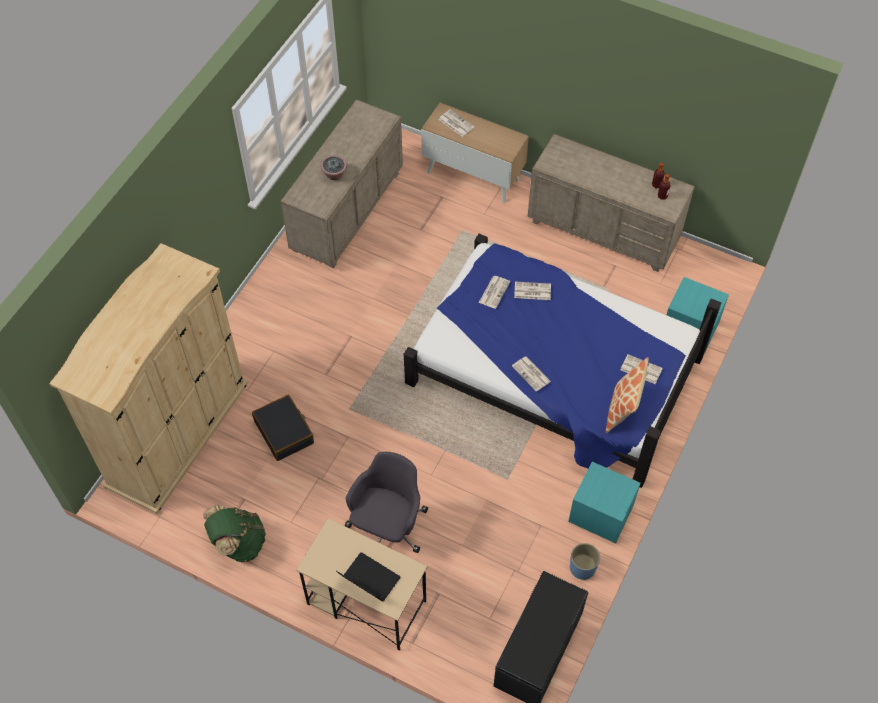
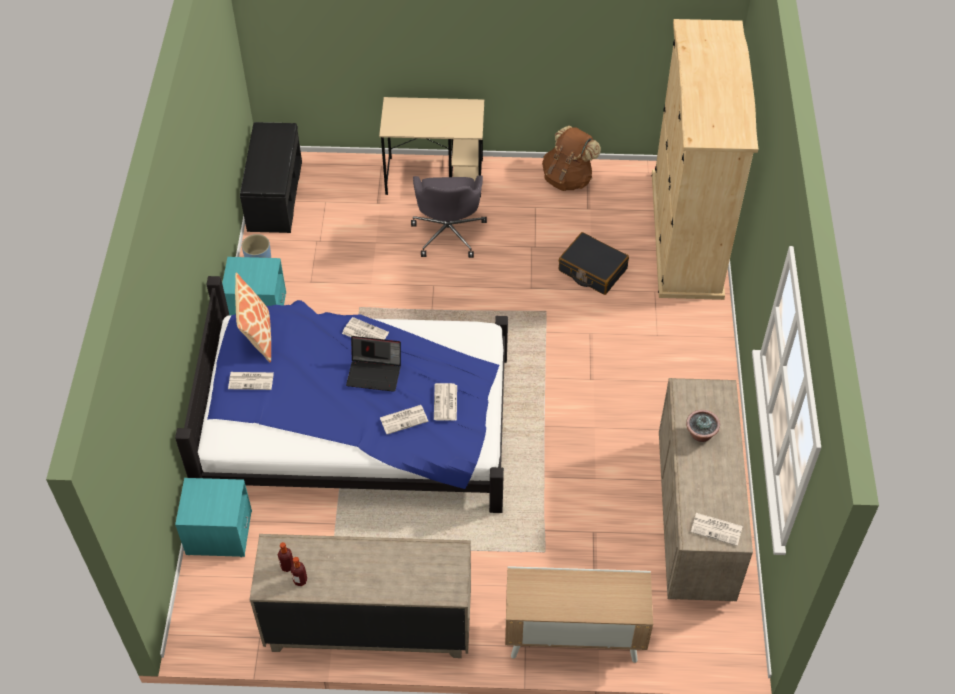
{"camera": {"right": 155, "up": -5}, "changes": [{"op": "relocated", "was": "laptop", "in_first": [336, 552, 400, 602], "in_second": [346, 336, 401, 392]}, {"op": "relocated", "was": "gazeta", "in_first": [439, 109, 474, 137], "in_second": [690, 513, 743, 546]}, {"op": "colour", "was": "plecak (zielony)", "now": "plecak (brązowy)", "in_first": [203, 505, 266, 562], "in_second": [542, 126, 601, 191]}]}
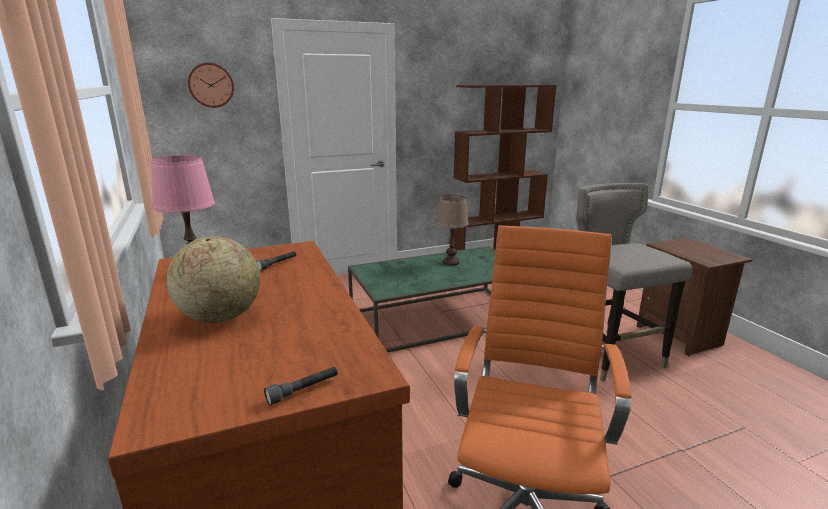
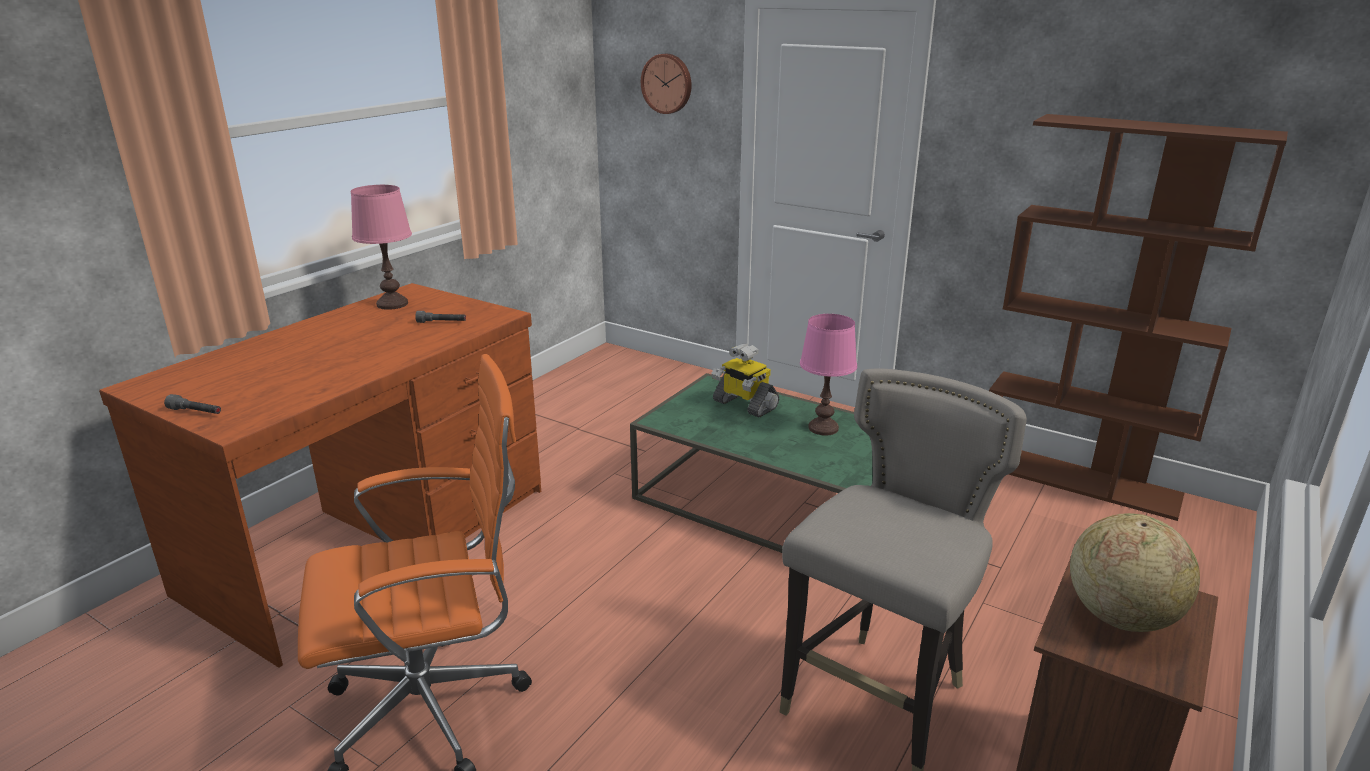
{"camera": {"right": 55, "up": 5}, "changes": [{"op": "appeared", "now": "robot zabawkowy", "in_second": [712, 343, 779, 417]}, {"op": "relocated", "was": "globus", "in_first": [167, 236, 260, 323], "in_second": [1070, 513, 1200, 632]}, {"op": "colour", "was": "lampa stołowa (brązowy)", "now": "lampa stołowa (różowy)", "in_first": [436, 195, 469, 266], "in_second": [800, 314, 857, 435]}]}
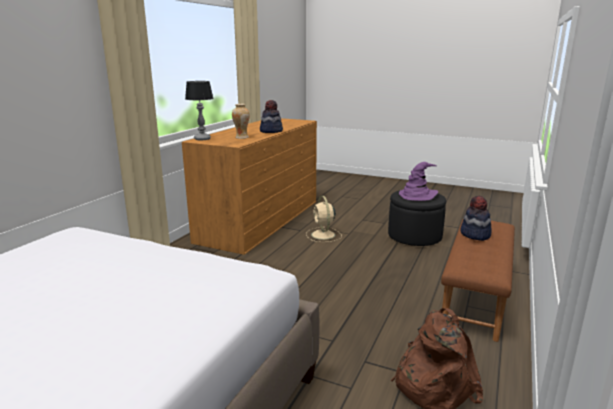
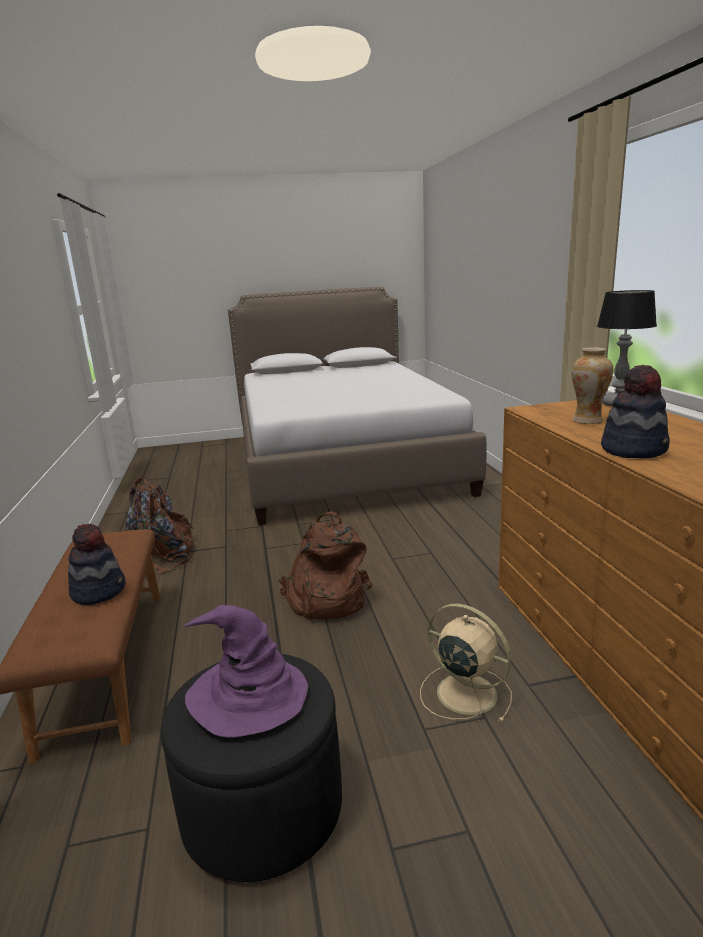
{"camera": {"right": 145, "up": 0}, "changes": [{"op": "appeared", "now": "plecak (brązowy)", "in_second": [278, 511, 372, 619]}]}
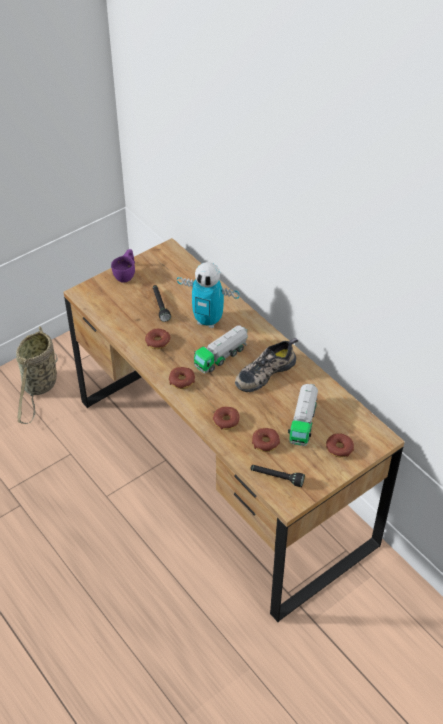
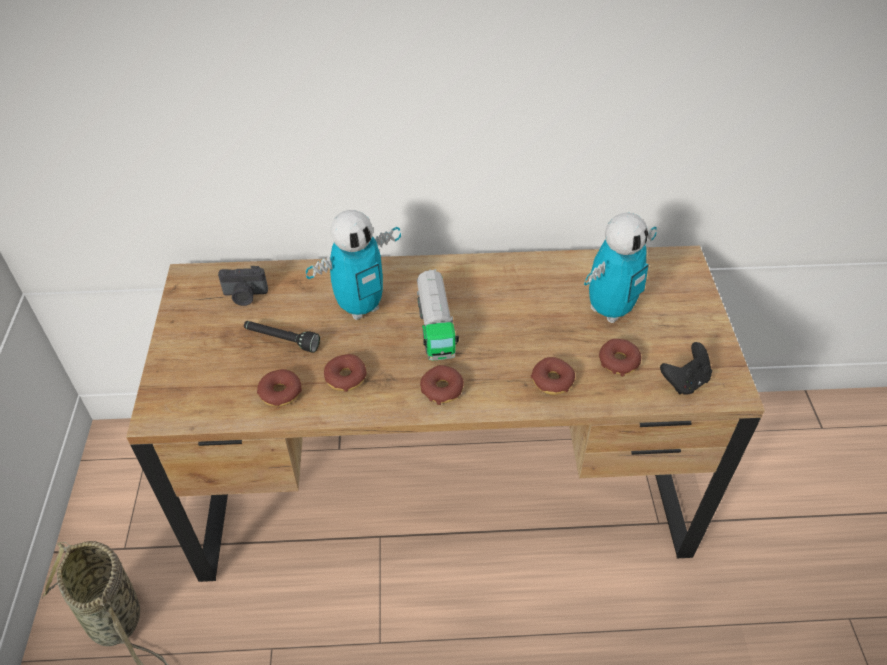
{"camera": {"right": -55, "up": 0}, "changes": [{"op": "missing", "was": "filiżanka (fioletowy)", "in_first": [111, 249, 135, 283]}, {"op": "missing", "was": "but", "in_first": [235, 338, 298, 392]}, {"op": "appeared", "now": "aparat fotograficzny", "in_second": [218, 266, 268, 306]}, {"op": "relocated", "was": "donut", "in_first": [326, 433, 354, 457], "in_second": [257, 369, 302, 407]}, {"op": "exchanged", "was": "latarka (czarny)", "now": "pad do gier (czarny)", "in_first": [251, 465, 305, 487], "in_second": [660, 342, 712, 394]}, {"op": "exchanged", "was": "ciężarówka zabawkowa", "now": "robot zabawkowy", "in_first": [288, 384, 318, 446], "in_second": [584, 213, 657, 323]}]}
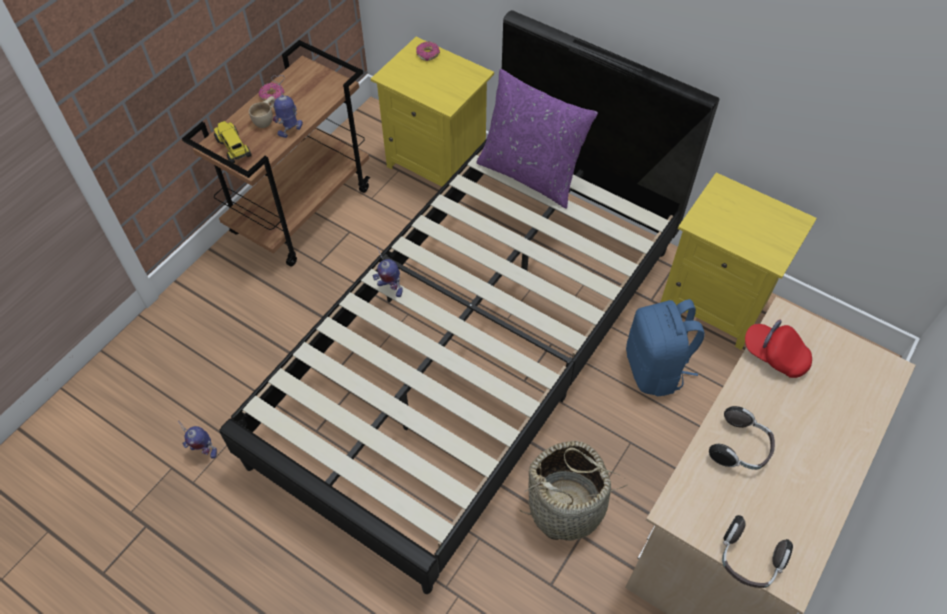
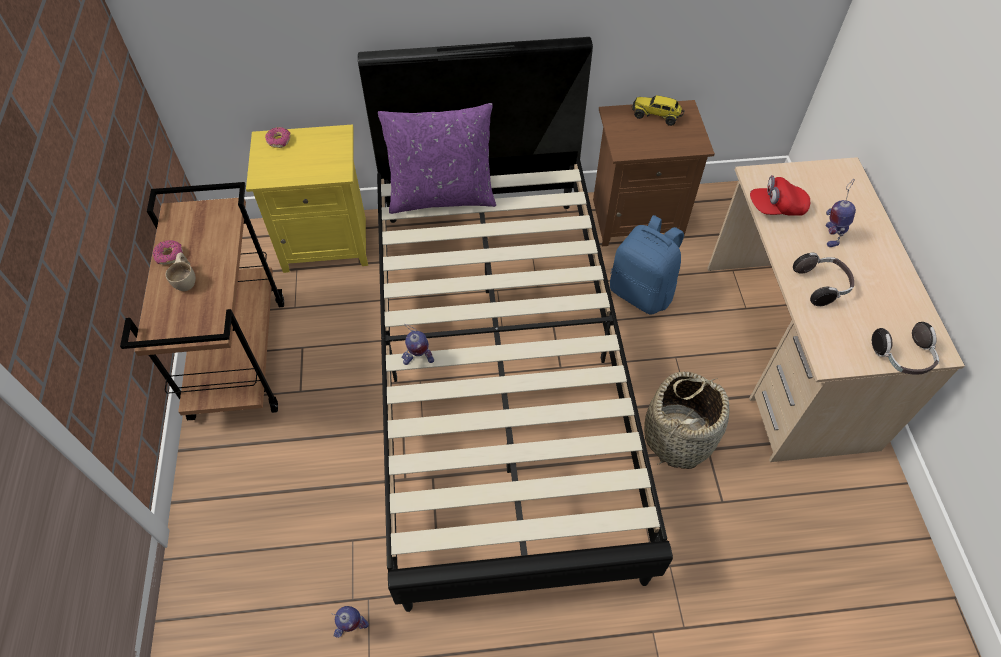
{"camera": {"right": -40, "up": 0}, "changes": [{"op": "relocated", "was": "ciężarówka zabawkowa", "in_first": [214, 121, 252, 163], "in_second": [632, 95, 685, 126]}, {"op": "relocated", "was": "robot zabawkowy", "in_first": [271, 75, 303, 138], "in_second": [825, 180, 856, 247]}, {"op": "colour", "was": "szafka nocna (żółty)", "now": "szafka nocna (brązowy)", "in_first": [660, 173, 817, 350], "in_second": [593, 100, 715, 246]}]}
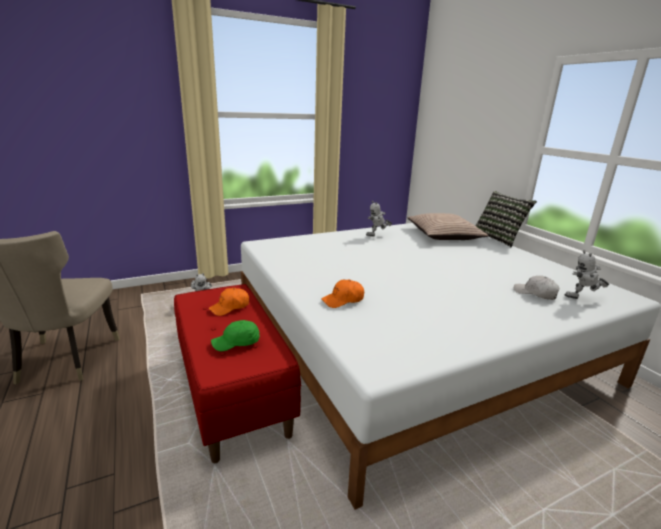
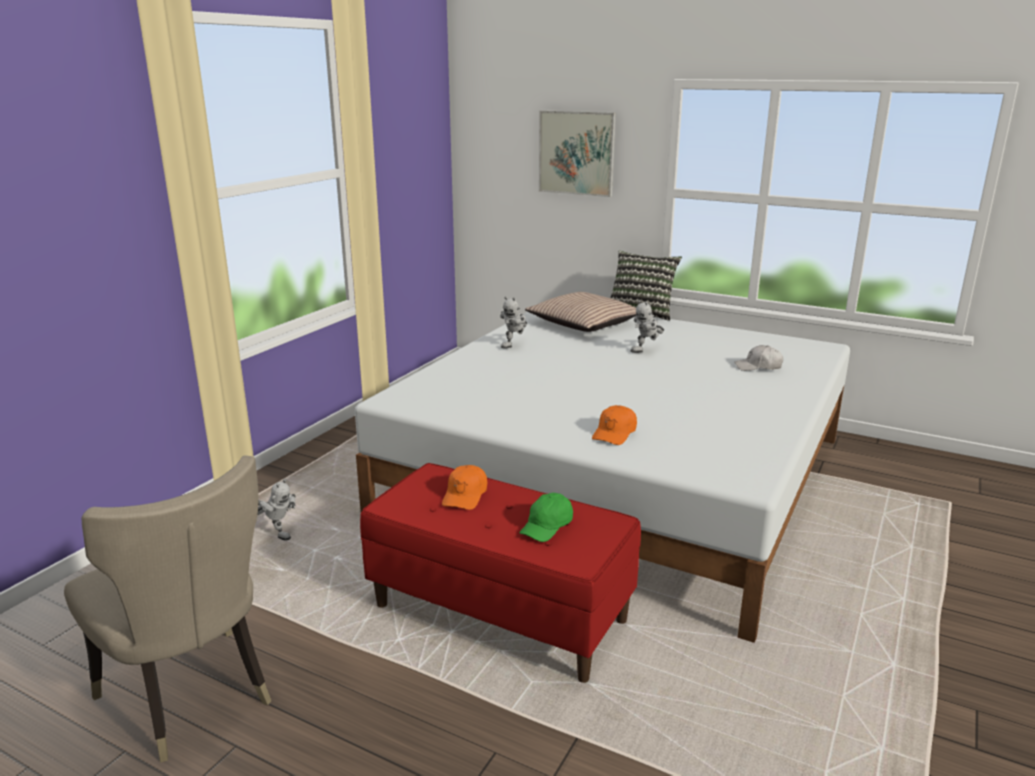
{"camera": {"right": -35, "up": 0}, "changes": [{"op": "appeared", "now": "obraz", "in_second": [539, 110, 616, 197]}, {"op": "relocated", "was": "robot zabawkowy", "in_first": [565, 250, 609, 299], "in_second": [631, 300, 664, 353]}]}
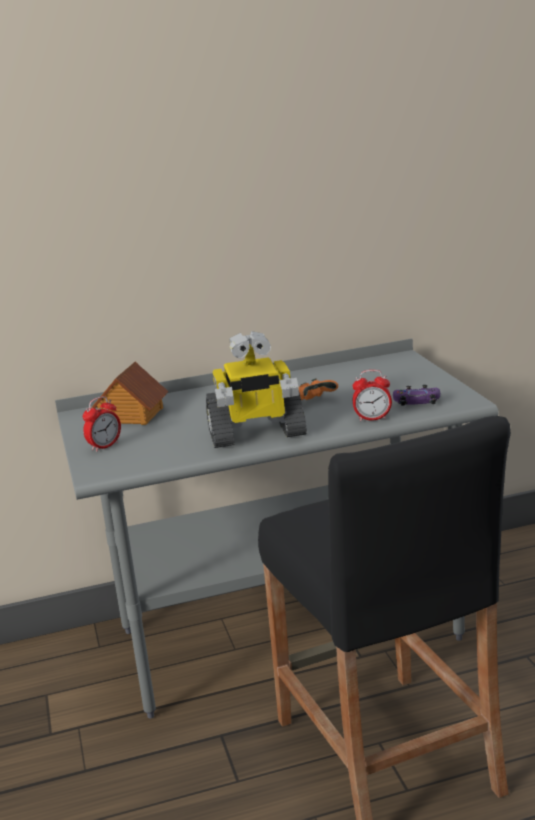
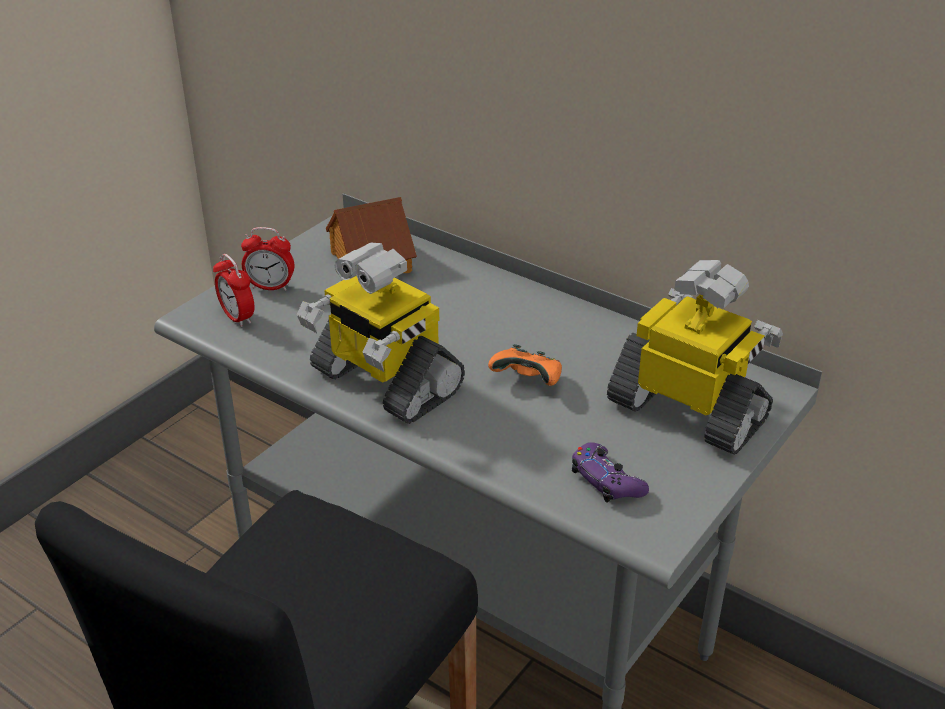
{"camera": {"right": 50, "up": 15}, "changes": [{"op": "appeared", "now": "robot zabawkowy", "in_second": [607, 260, 783, 455]}, {"op": "relocated", "was": "budzik", "in_first": [352, 370, 392, 422], "in_second": [213, 254, 255, 327]}]}
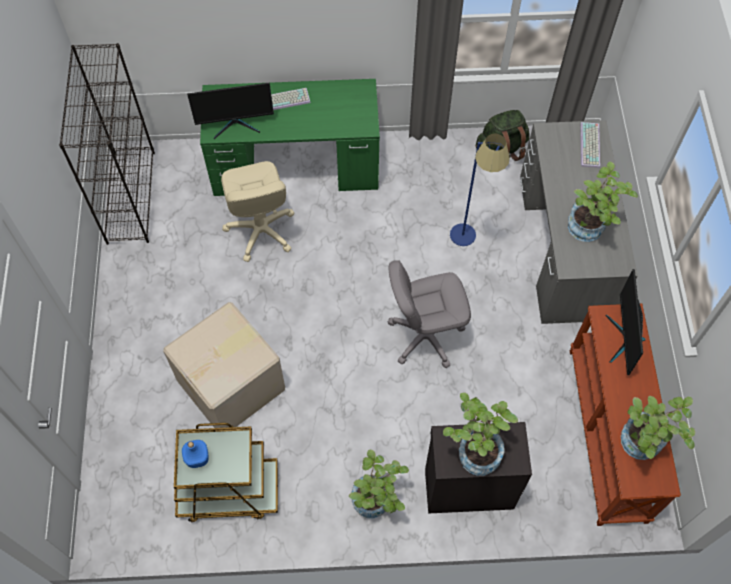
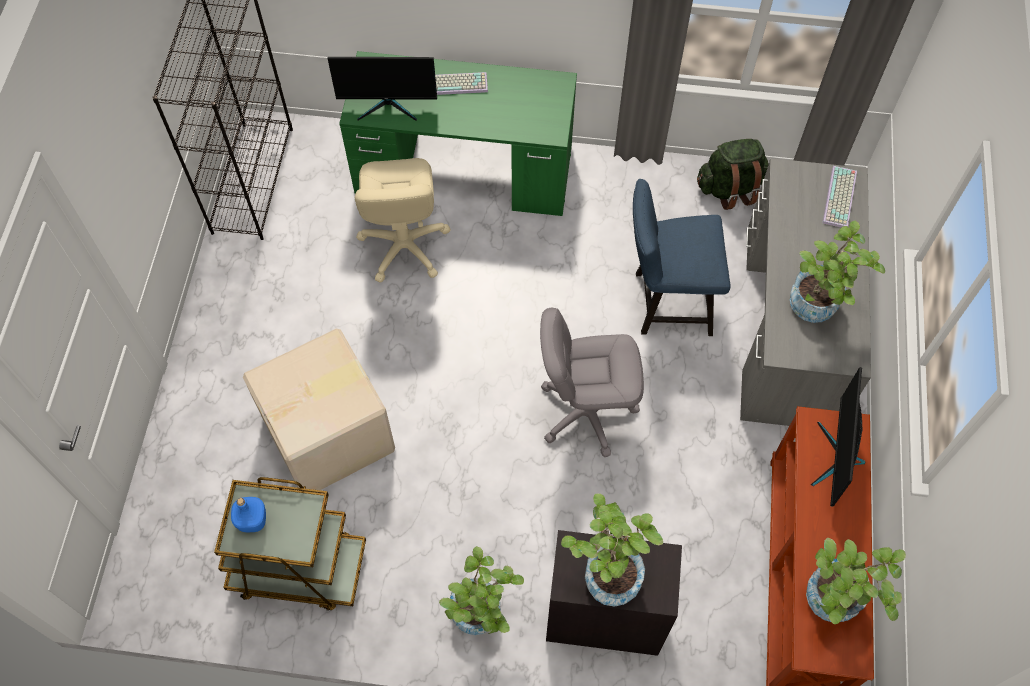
{"camera": {"right": 10, "up": 0}, "changes": [{"op": "exchanged", "was": "lampa stojąca (niebieski)", "now": "krzesło (niebieski)", "in_first": [450, 134, 510, 246], "in_second": [633, 179, 731, 336]}]}
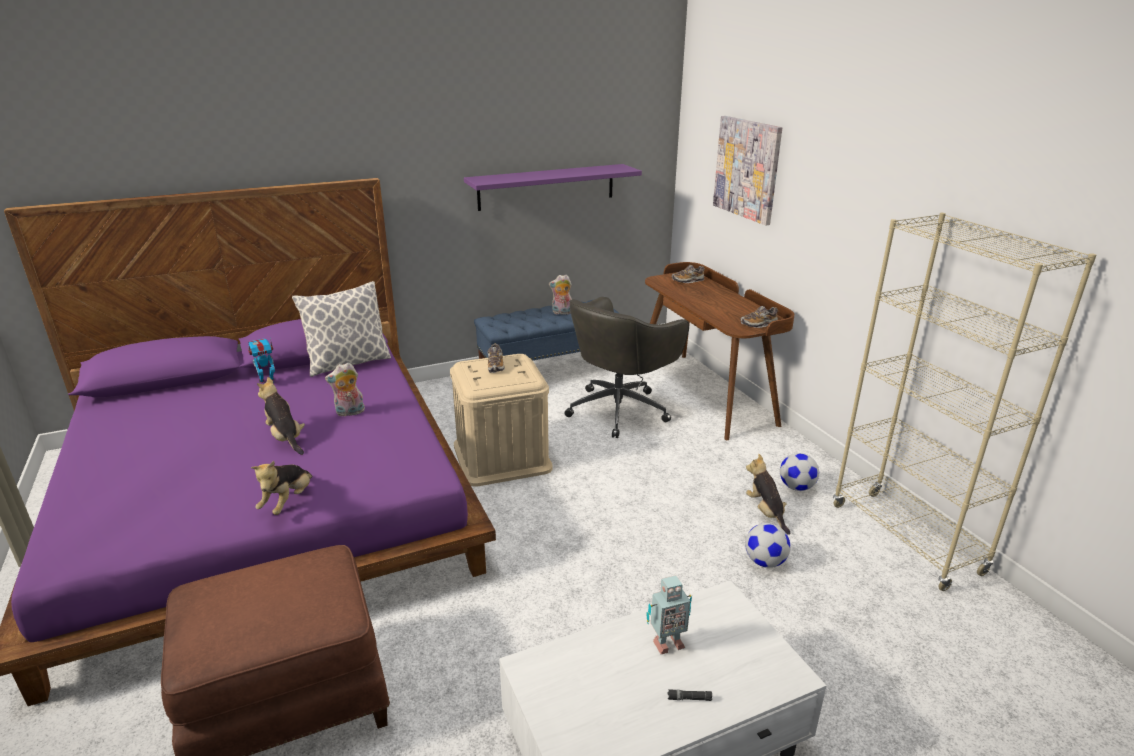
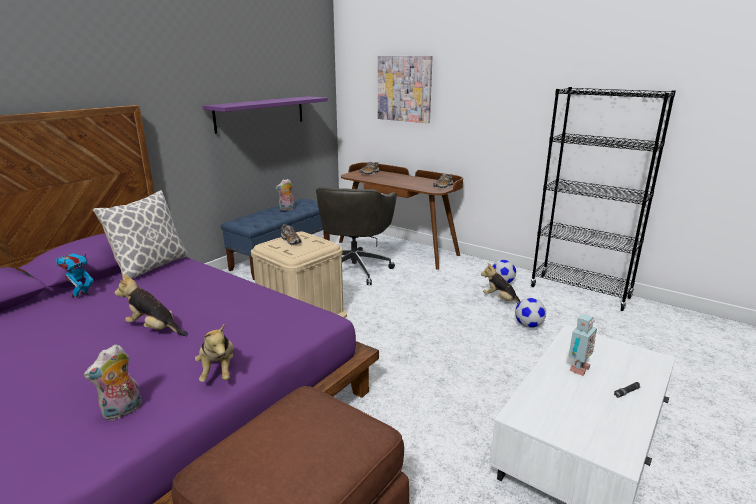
{"camera": {"right": -30, "up": -5}, "changes": [{"op": "relocated", "was": "pluszak", "in_first": [325, 363, 365, 417], "in_second": [84, 344, 142, 421]}, {"op": "colour", "was": "regał (beżowy)", "now": "regał (czarny)", "in_first": [833, 213, 1096, 591], "in_second": [530, 87, 676, 311]}]}
